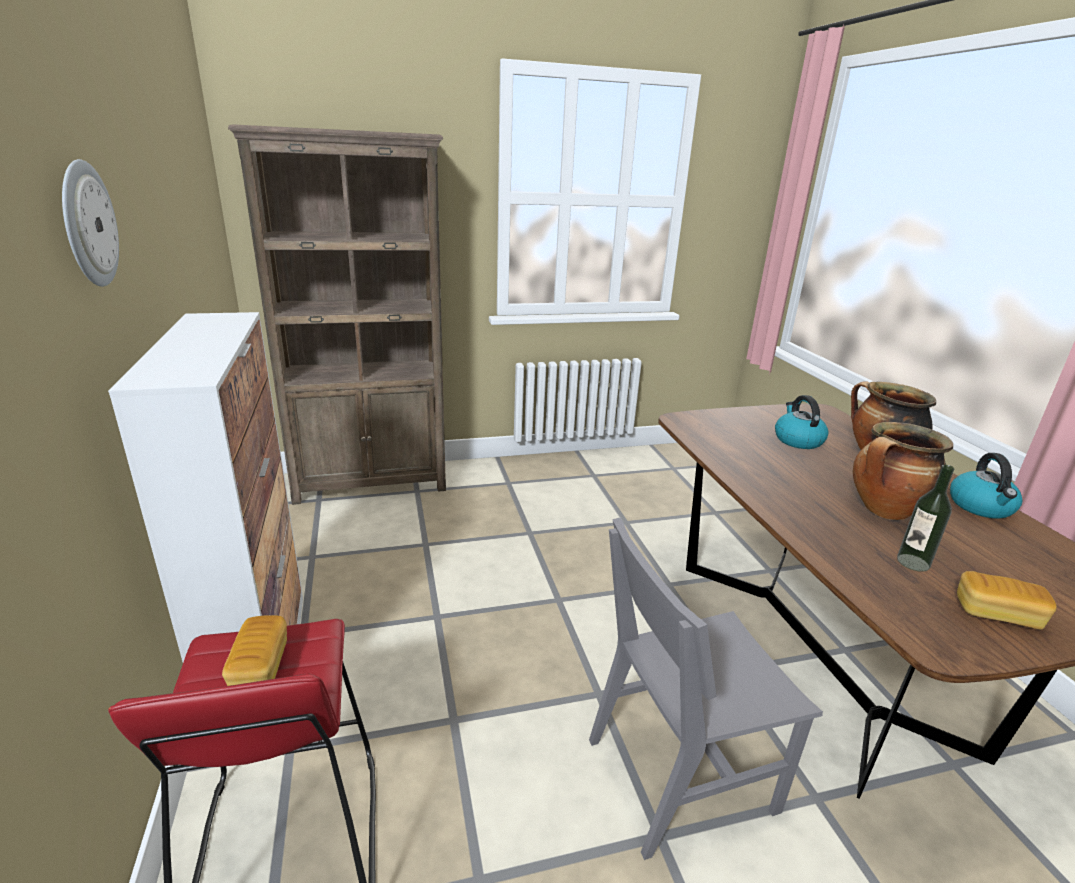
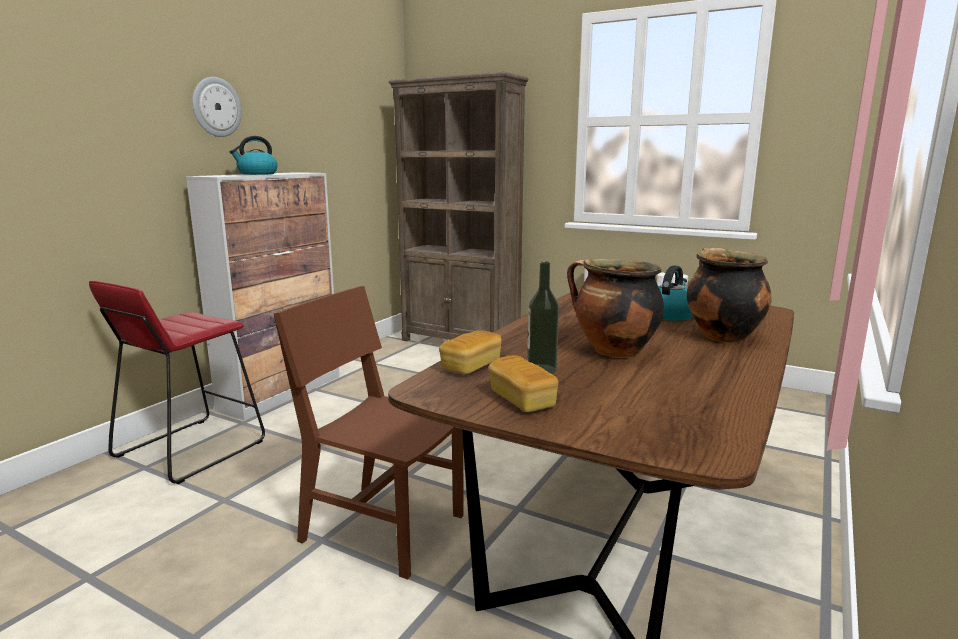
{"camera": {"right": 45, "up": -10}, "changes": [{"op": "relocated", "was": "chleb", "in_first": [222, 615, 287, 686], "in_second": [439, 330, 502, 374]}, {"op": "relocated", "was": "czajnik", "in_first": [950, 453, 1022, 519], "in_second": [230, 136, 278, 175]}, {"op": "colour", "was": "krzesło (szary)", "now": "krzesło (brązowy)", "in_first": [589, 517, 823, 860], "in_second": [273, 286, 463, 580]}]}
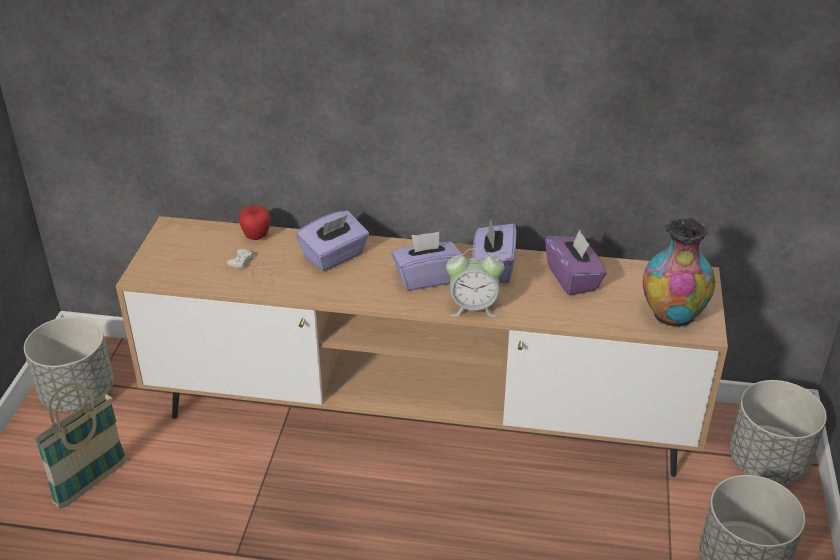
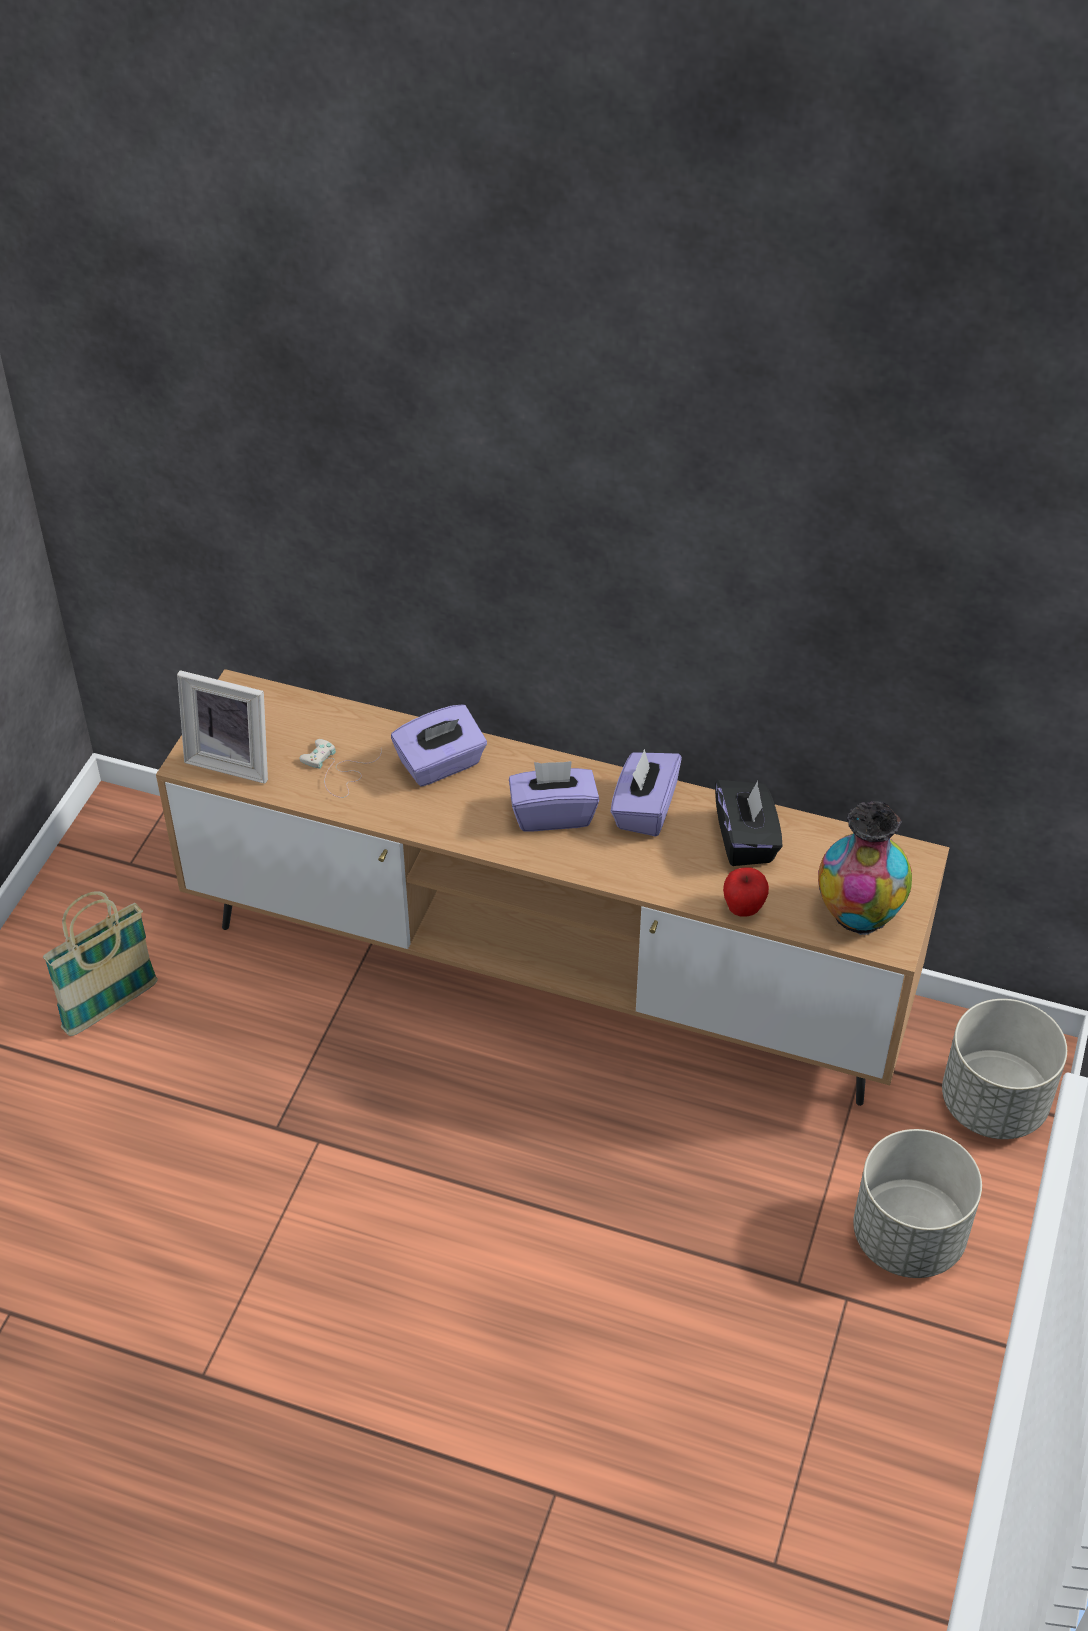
{"camera": {"right": 10, "up": 10}, "changes": [{"op": "missing", "was": "donica (szary)", "in_first": [24, 316, 114, 412]}, {"op": "missing", "was": "budzik", "in_first": [446, 248, 505, 317]}, {"op": "appeared", "now": "ramka na zdjęcie", "in_second": [177, 670, 268, 784]}, {"op": "relocated", "was": "jabłko", "in_first": [239, 206, 271, 240], "in_second": [723, 867, 769, 916]}, {"op": "colour", "was": "pudełko chusteczek (fioletowy)", "now": "pudełko chusteczek (czarny)", "in_first": [545, 229, 607, 295], "in_second": [715, 780, 782, 866]}]}
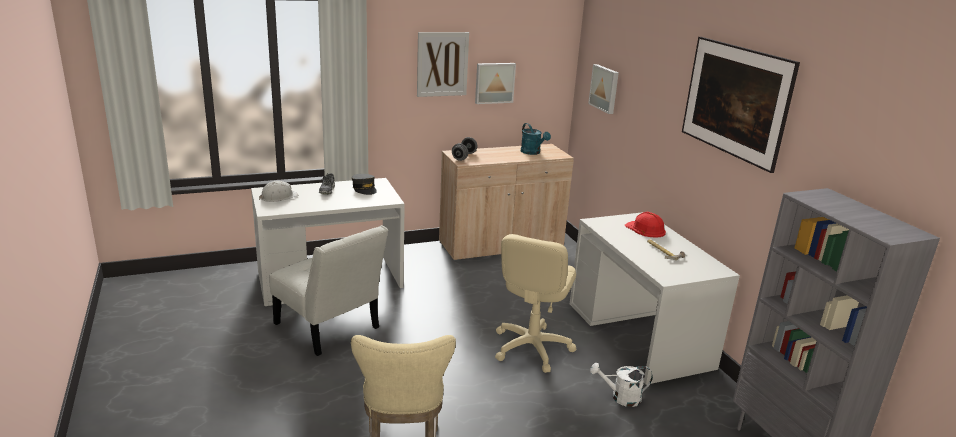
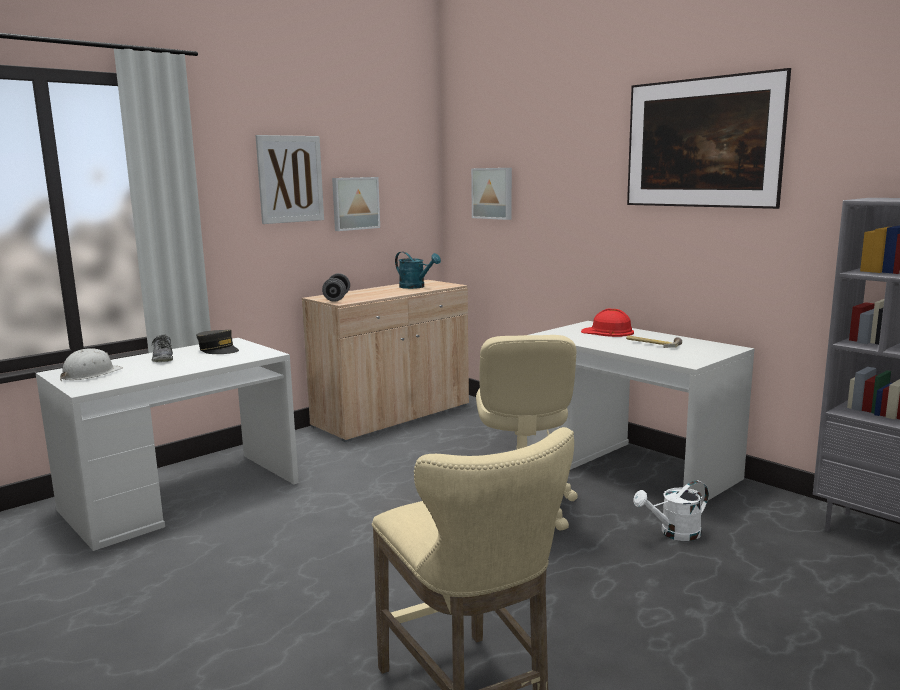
{"camera": {"right": -20, "up": -10}, "changes": [{"op": "missing", "was": "krzesło (biały)", "in_first": [269, 225, 388, 356]}]}
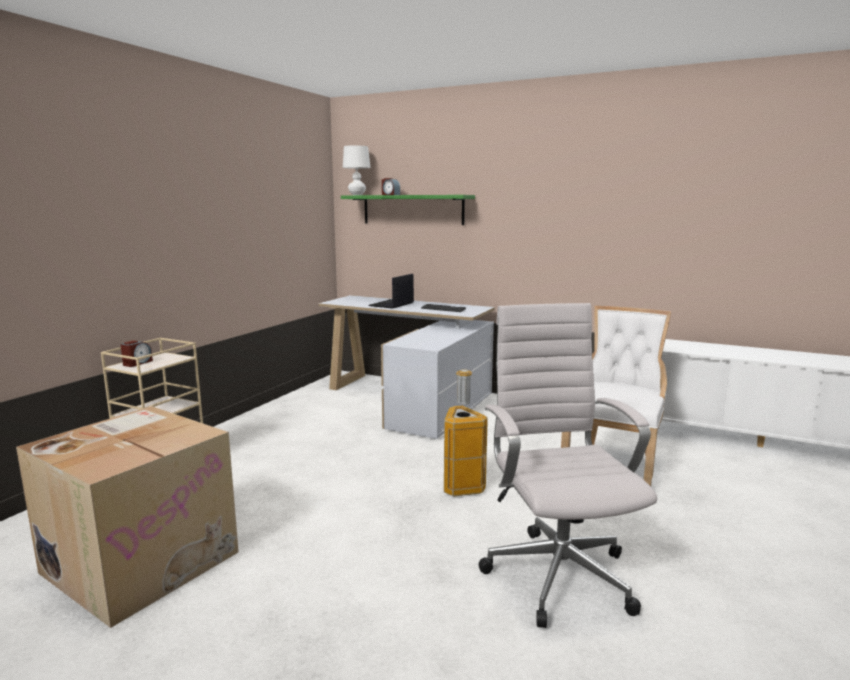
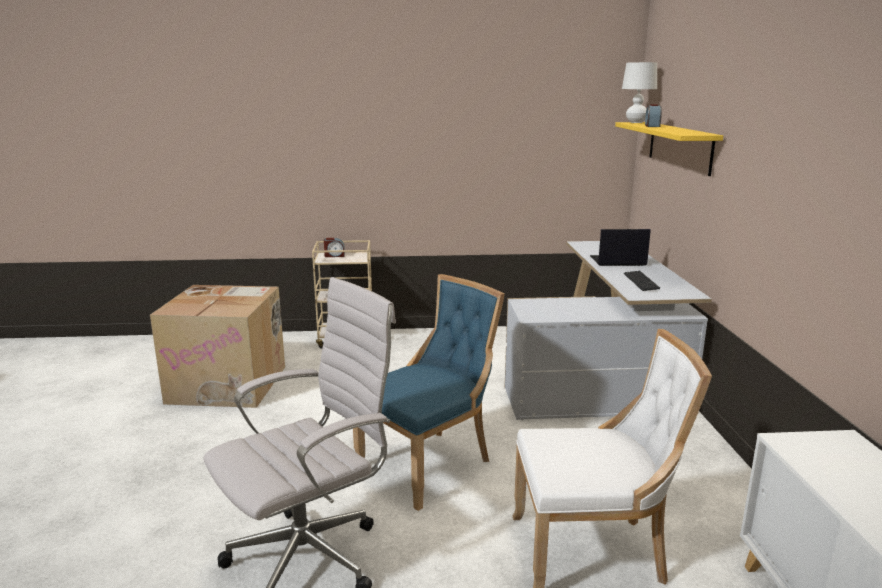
{"camera": {"right": 60, "up": 5}, "changes": [{"op": "exchanged", "was": "kosz na śmieci", "now": "krzesło (niebieski)", "in_first": [444, 369, 488, 496], "in_second": [353, 274, 505, 511]}, {"op": "colour", "was": "półka (zielony)", "now": "półka (żółty)", "in_first": [341, 195, 475, 225], "in_second": [615, 122, 723, 176]}]}
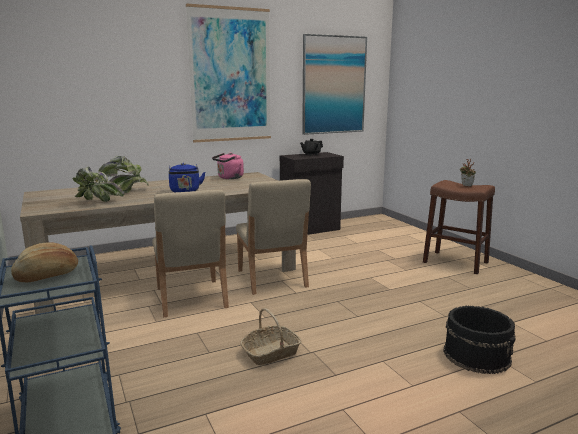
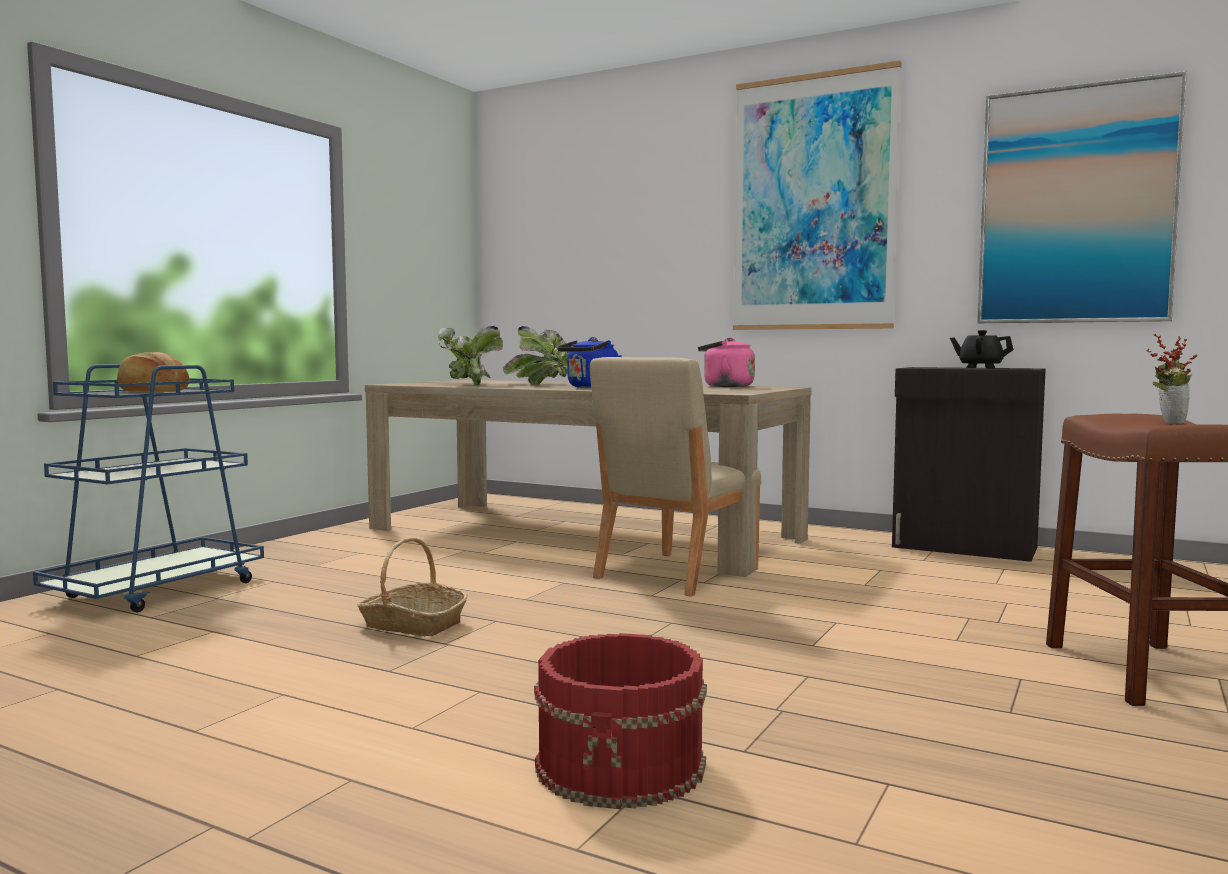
{"camera": {"right": 55, "up": -10}, "changes": [{"op": "missing", "was": "krzesło (beżowy)", "in_first": [152, 190, 229, 317]}, {"op": "colour", "was": "wiadro (czarny)", "now": "wiadro (czerwony)", "in_first": [443, 306, 516, 374], "in_second": [534, 633, 707, 810]}]}
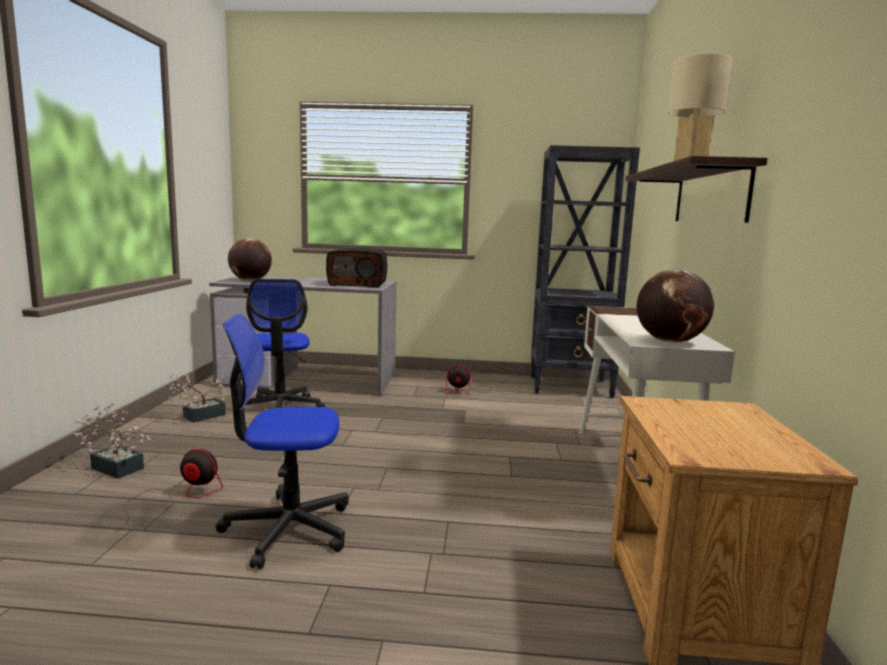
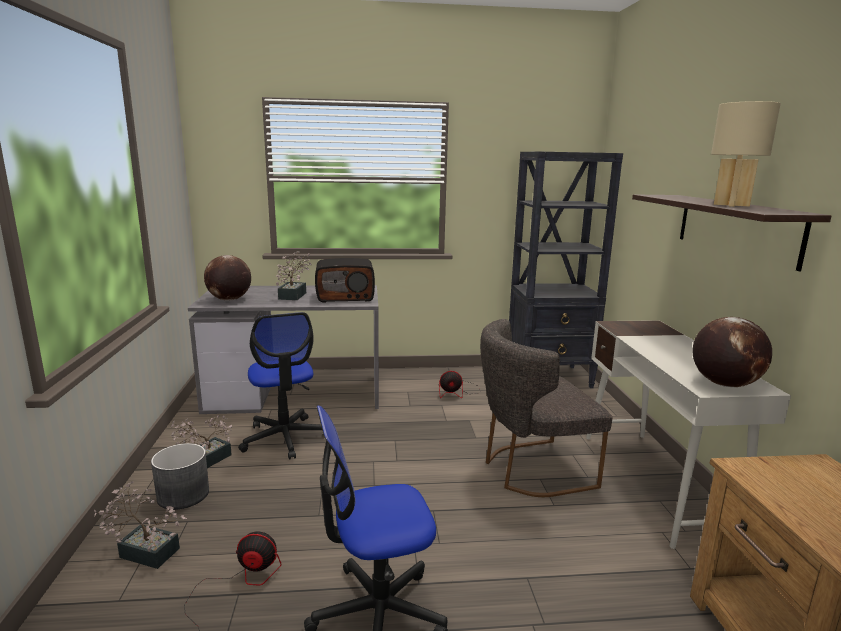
{"camera": {"right": -10, "up": 5}, "changes": [{"op": "appeared", "now": "donica (szary)", "in_second": [151, 443, 209, 510]}, {"op": "appeared", "now": "roślina doniczkowa", "in_second": [276, 252, 312, 300]}, {"op": "appeared", "now": "krzesło (szary)", "in_second": [480, 319, 612, 497]}]}
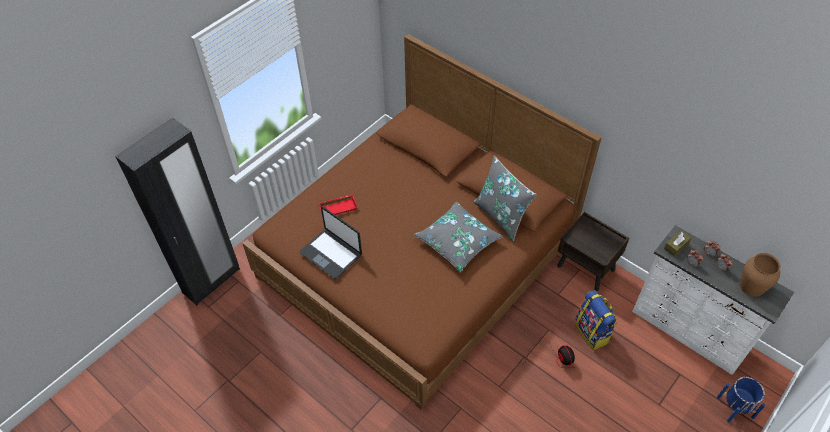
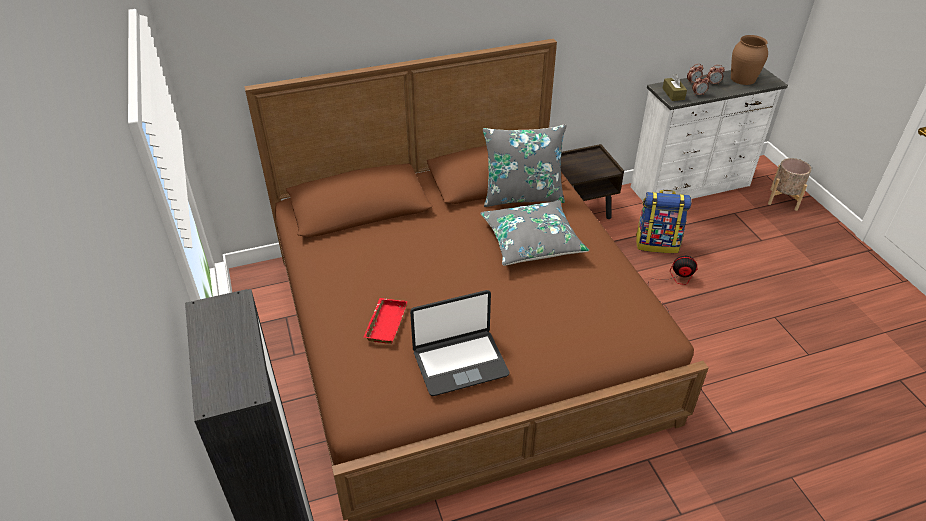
{"camera": {"right": -60, "up": -10}, "changes": [{"op": "colour", "was": "donica (niebieski)", "now": "donica (beżowy)", "in_first": [717, 377, 765, 423], "in_second": [768, 158, 811, 211]}]}
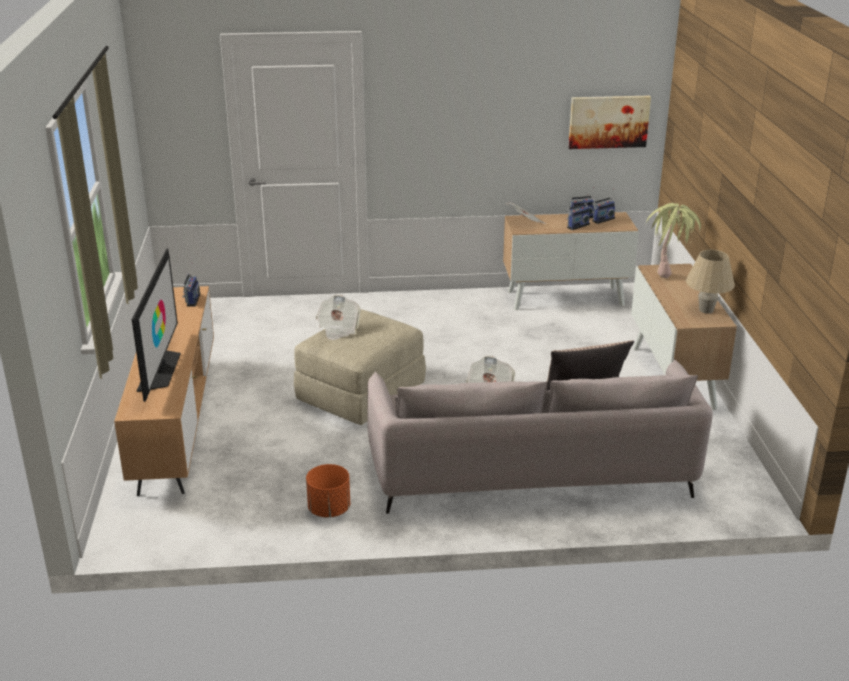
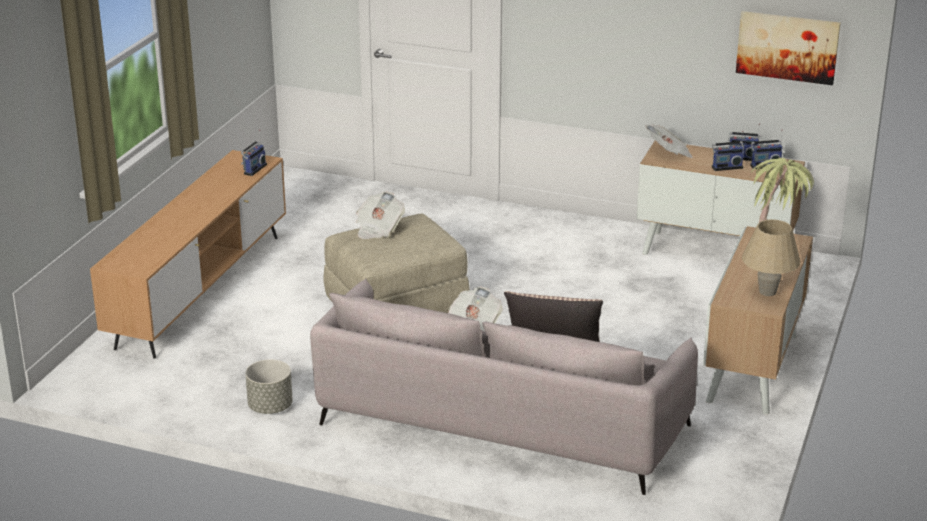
{"camera": {"right": 25, "up": 0}, "changes": [{"op": "missing", "was": "telewizor", "in_first": [132, 249, 181, 402]}, {"op": "colour", "was": "donica (pomarańczowy)", "now": "donica (szary)", "in_first": [306, 464, 350, 517], "in_second": [245, 359, 293, 414]}]}
